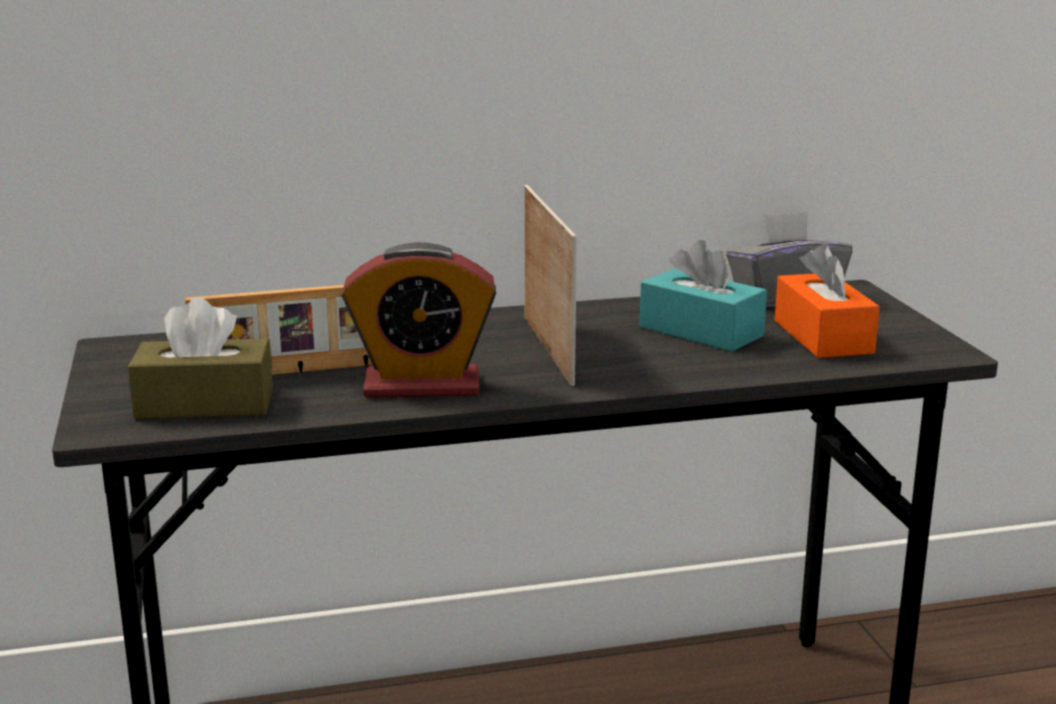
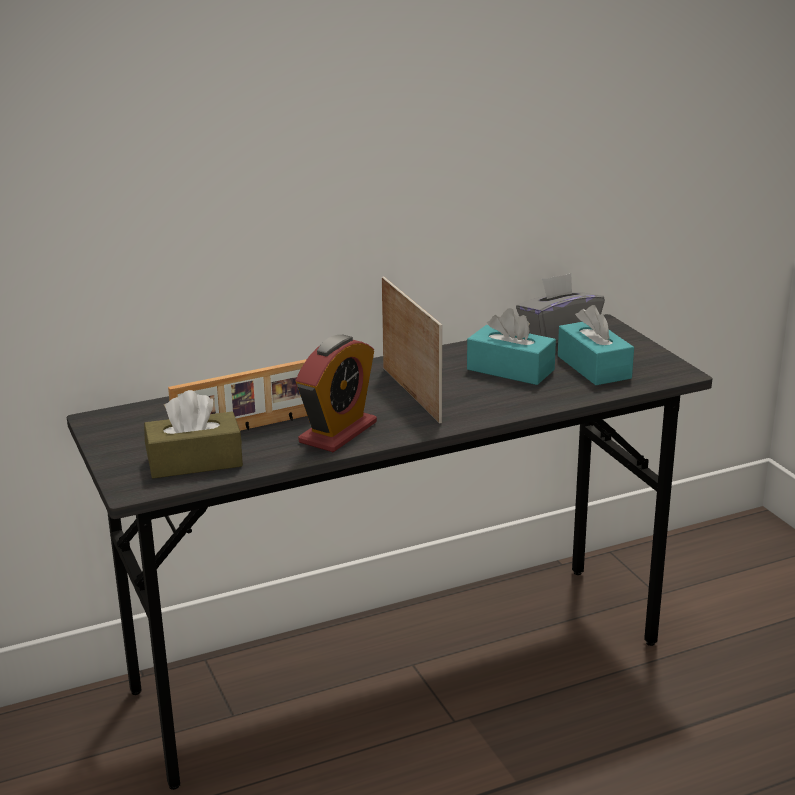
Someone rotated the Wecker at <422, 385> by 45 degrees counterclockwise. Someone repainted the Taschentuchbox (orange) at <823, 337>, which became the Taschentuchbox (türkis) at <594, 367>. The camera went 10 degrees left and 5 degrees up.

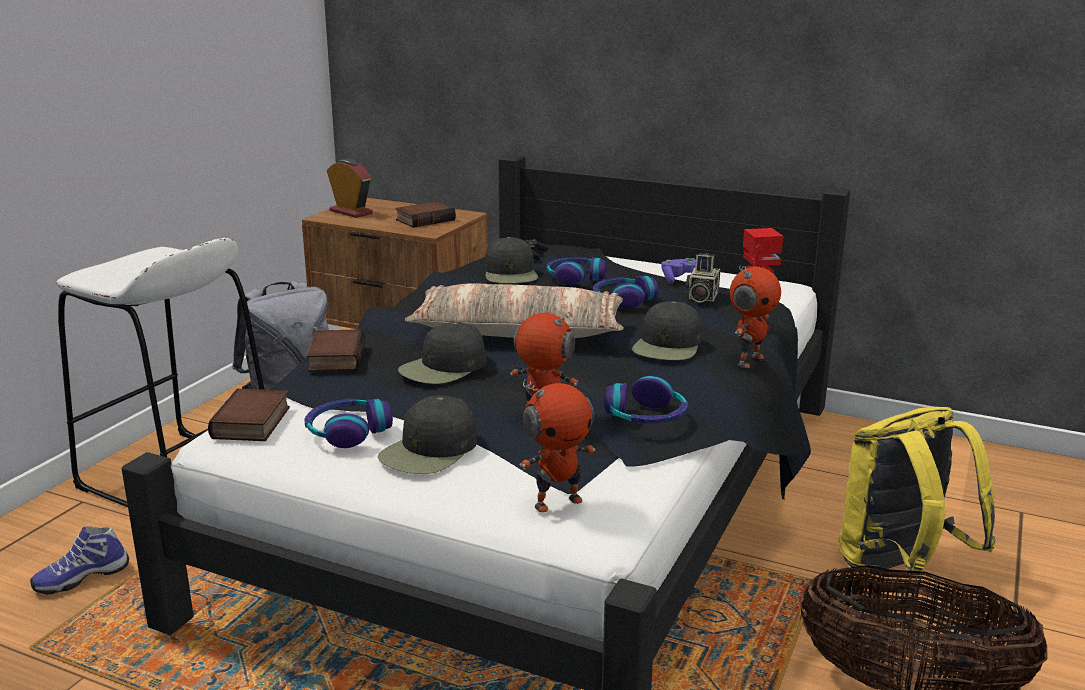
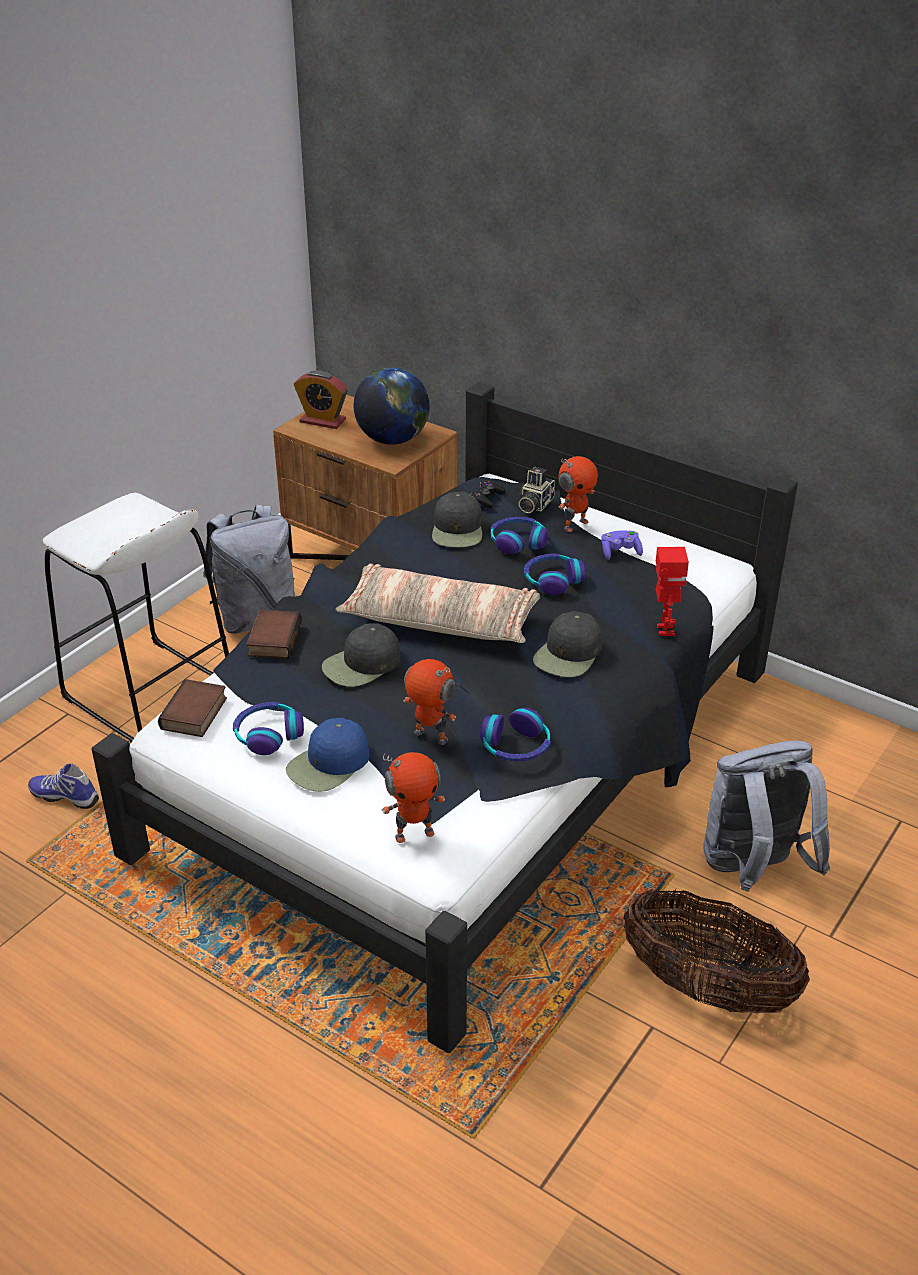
Someone rotated the Wecker at <351, 212> by 150 degrees clockwise. Someone swapped the Buch at <425, 219> for the Globus at <392, 440>. Someone carried the Kamera from <701, 297> to <534, 504>. Someone carried the Spielzeugroboter from <748, 360> to <574, 524>. Someone repainted the Kappe (schwarz) at <430, 451>, which became the Kappe (blau) at <329, 764>. Someone repainted the Rucksack (gelb) at <898, 568>, which became the Rucksack (grau) at <753, 870>. Someone rotated the Schuh at <81, 577> by 45 degrees clockwise. The camera went 10 degrees right and 15 degrees up.

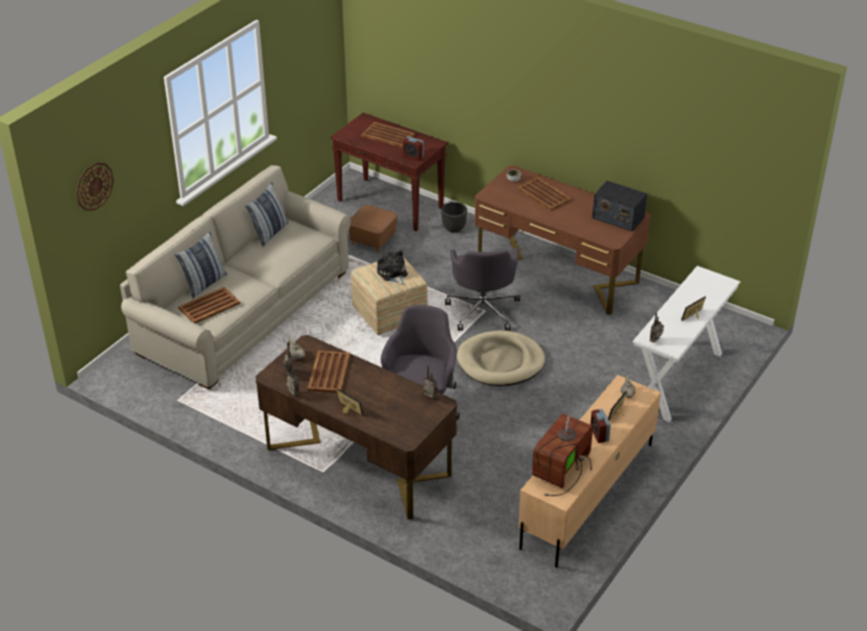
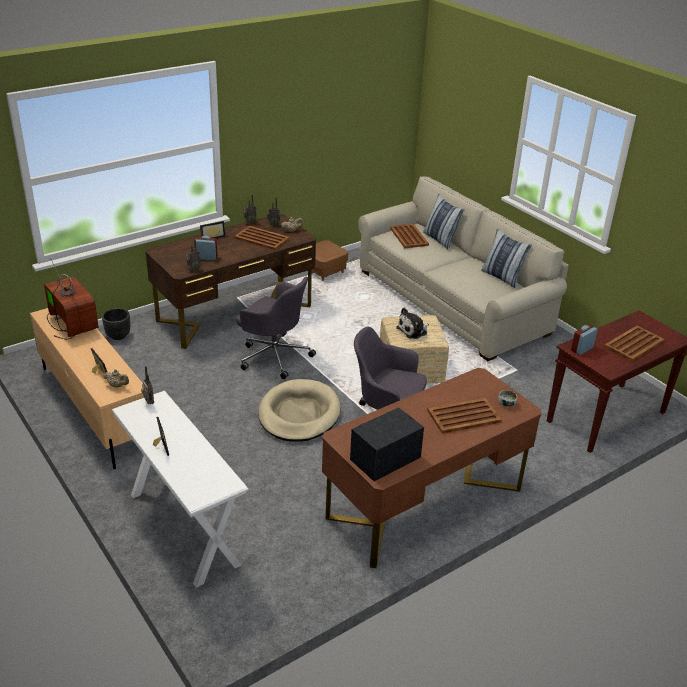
Someone took away the Wanduhr at <94, 186>. Someone carried the Pflanzkübel (schwarz) from <454, 228> to <118, 336>. Someone carried the Polsterhocker (braun) from <373, 240> to <324, 271>. Someone rotated the Plüschtier at <392, 274> by 150 degrees clockwise. Someone carried the Wecker from <599, 434> to <206, 257>. The camera went 110 degrees right and 5 degrees down.

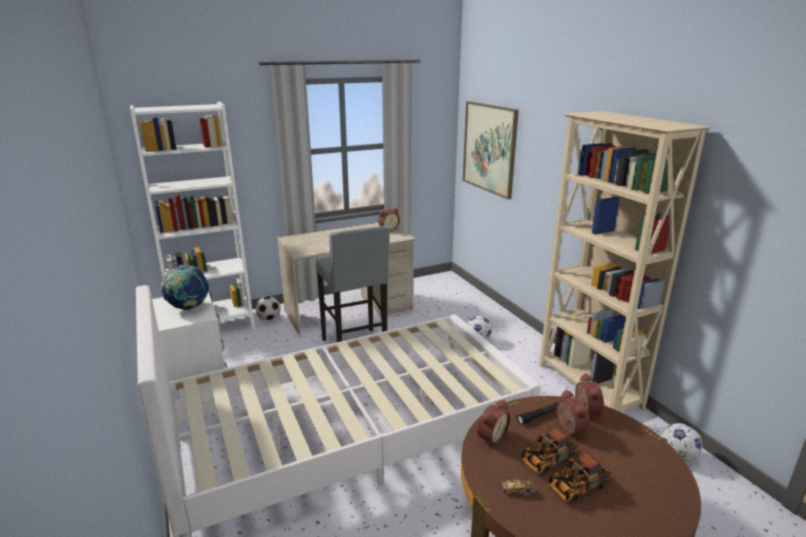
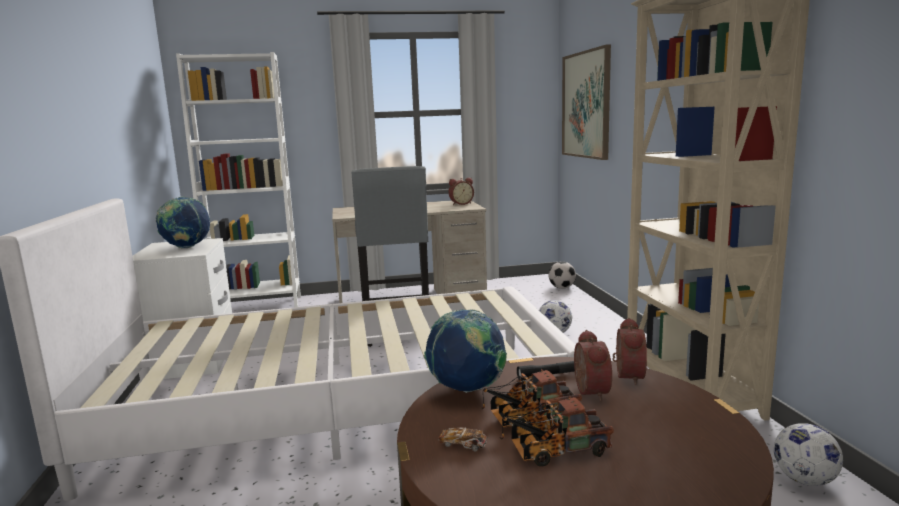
Someone carried the Fußball from <269, 318> to <562, 288>. Someone swapped the Wecker at <490, 437> for the Globus at <467, 389>. The camera went 15 degrees right and 10 degrees down.

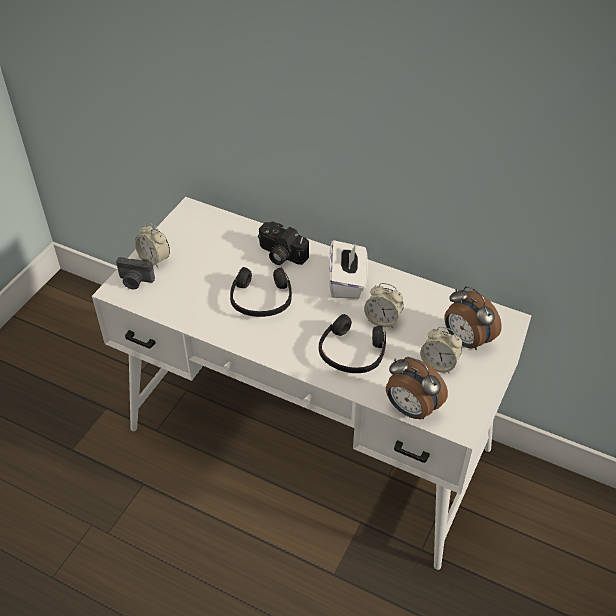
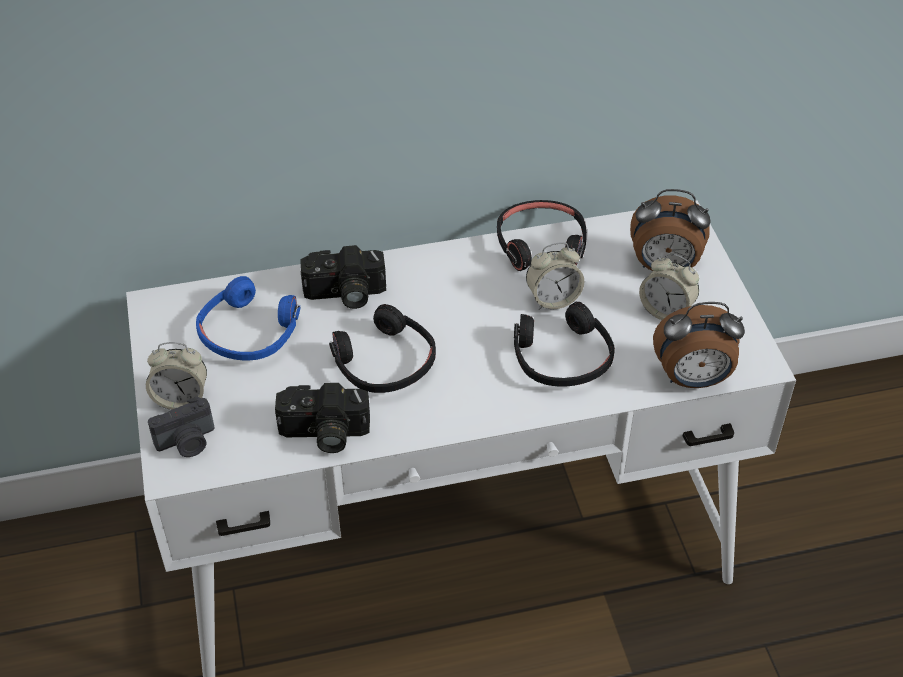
Someone took away the Taschentuchbox (weiß) at <347, 282>. Someone rotated the Wecker at <439, 364> by 45 degrees clockwise. Someone put down the Kopfhörer (schwarz) at <541, 244>. Someone put down the Kopfhörer (blau) at <249, 332>. Someone put down the Kamera at <323, 434>. The camera went 40 degrees left and 0 degrees up.

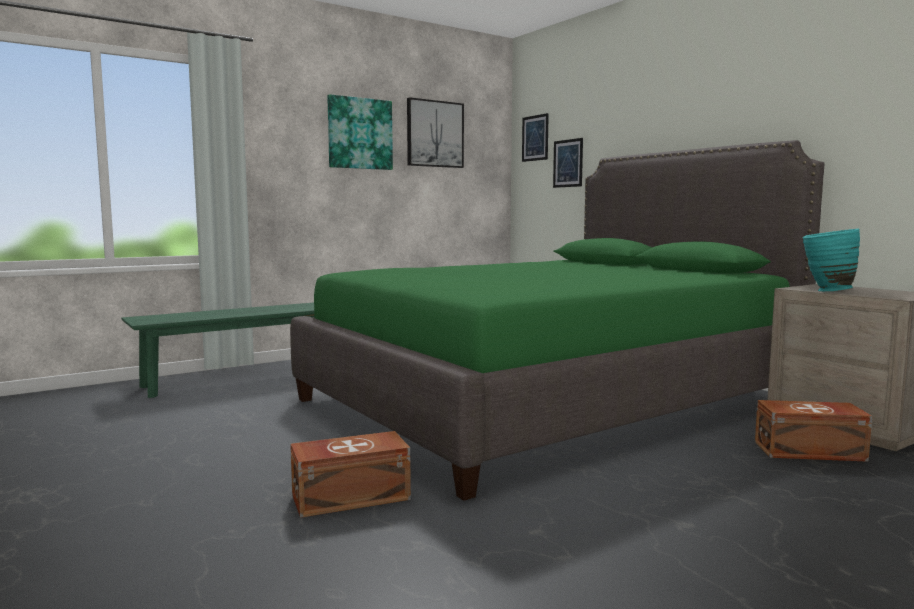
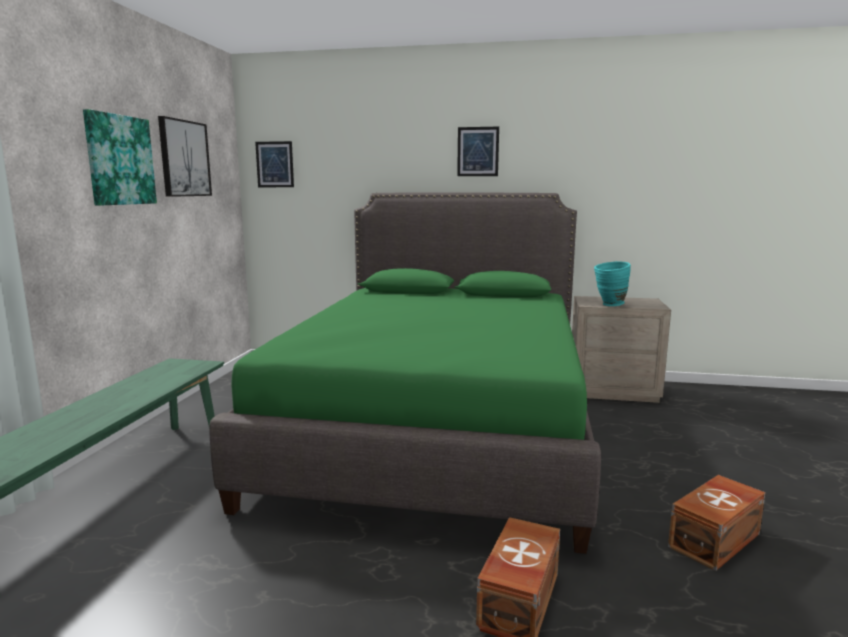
Someone carried the Bild from <568, 163> to <478, 151>. Someone carried the Aufbewahrungsbox (braun) from <811, 451> to <716, 540>. The camera went 45 degrees left and 5 degrees up.

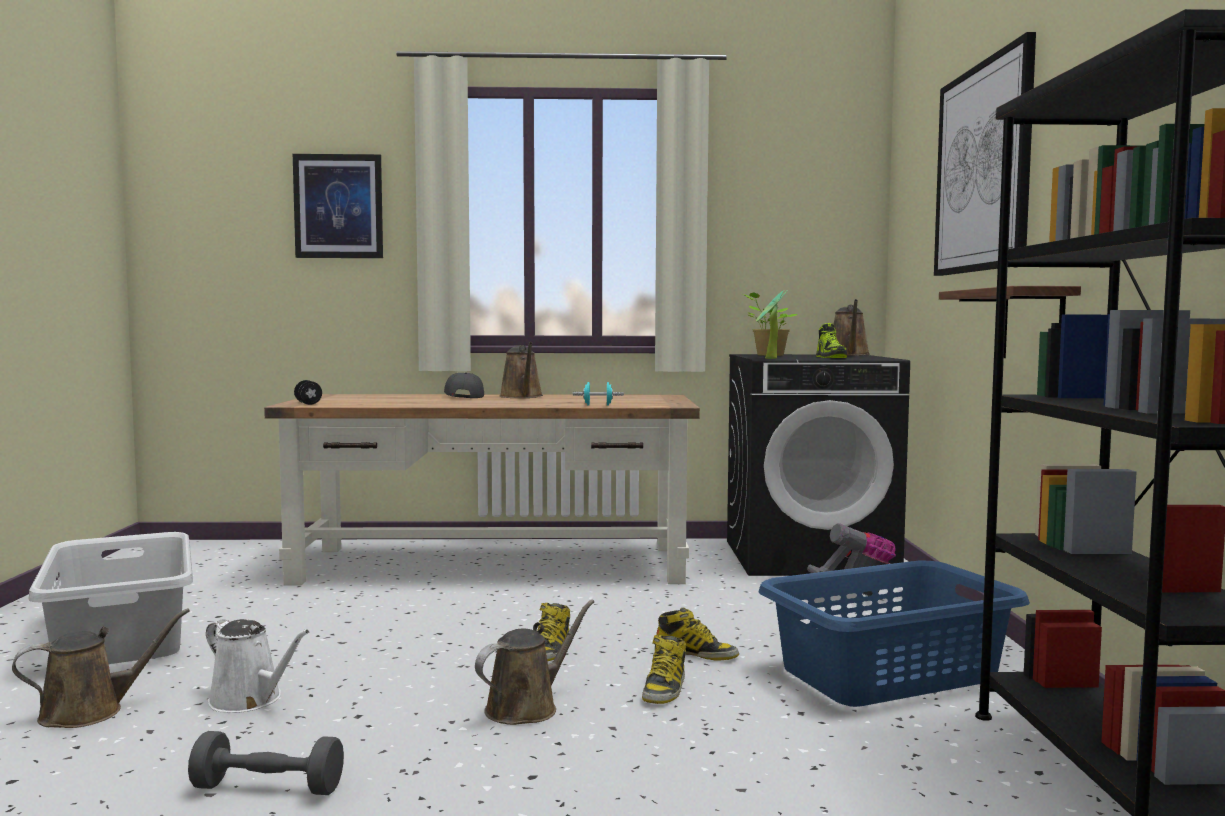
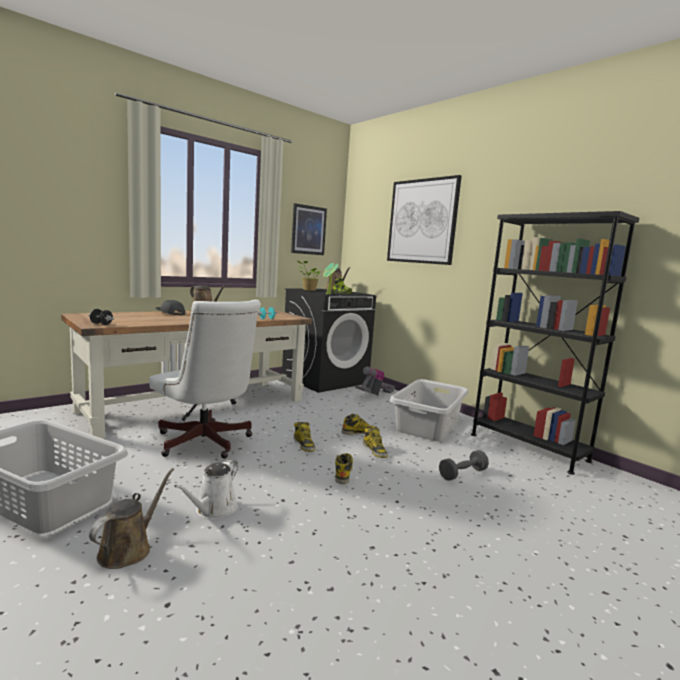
Someone carried the Bild from <338, 206> to <308, 230>. Someone took away the Wandregal at <1032, 325>. Someone repainted the Wäschekorb (blau) at <886, 673>, which became the Wäschekorb (grau) at <427, 425>. Someone swapped the Gießkanne (braun) at <527, 707> for the Stiefel at <343, 473>. Someone rotated the Gießkanne (weiß) at <250, 700> by 120 degrees clockwise. Someone carried the Hantel (grau) from <268, 788> to <462, 474>. Someone put down the Bürostuhl (weiß) at <205, 443>. The camera went 40 degrees left and 5 degrees up.

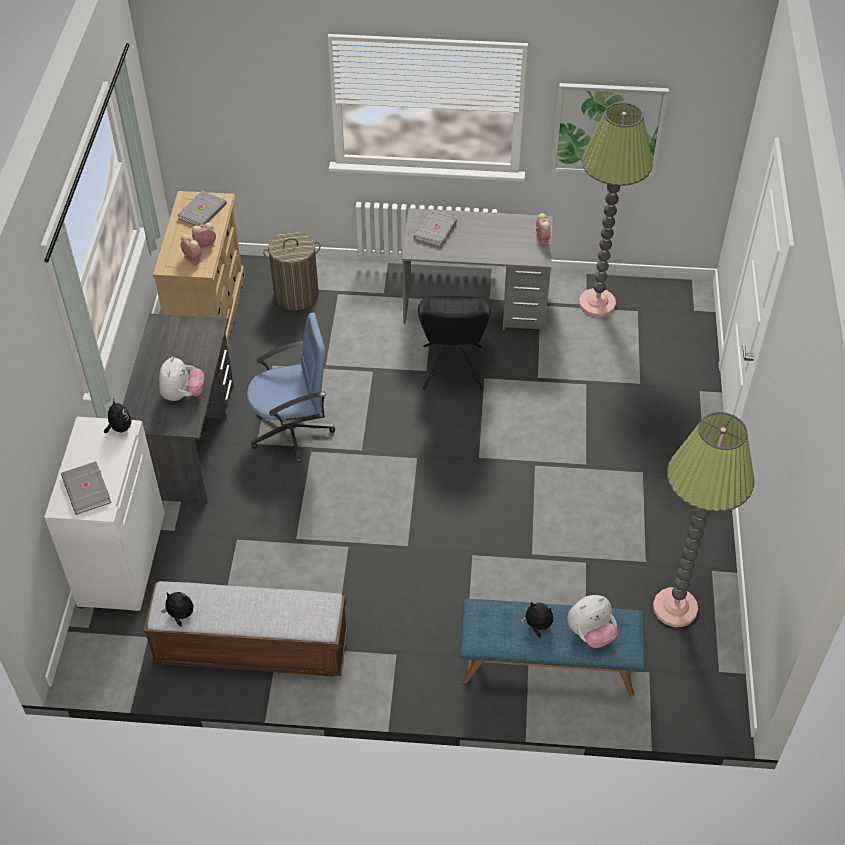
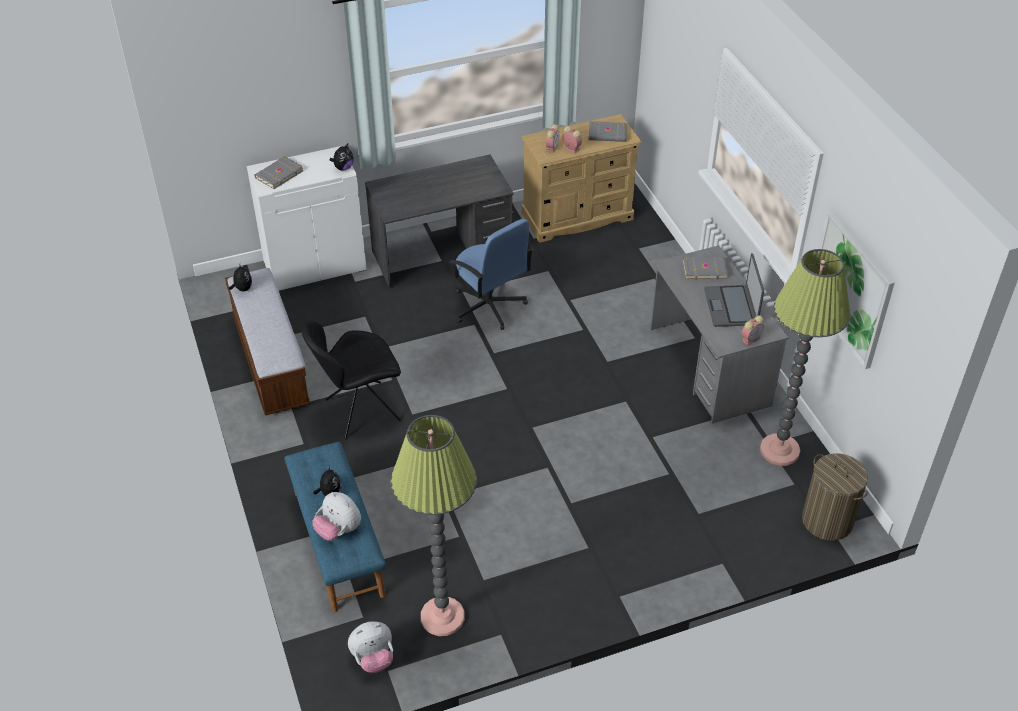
Someone carried the Wäschekorb from <296, 295> to <827, 521>. Someone carried the Stuhl (schwarz) from <452, 370> to <359, 411>. Someone carried the Plüschtier from <182, 394> to <373, 658>. Someone put down the Laptop at <731, 307>. The camera went 65 degrees right and 5 degrees down.

